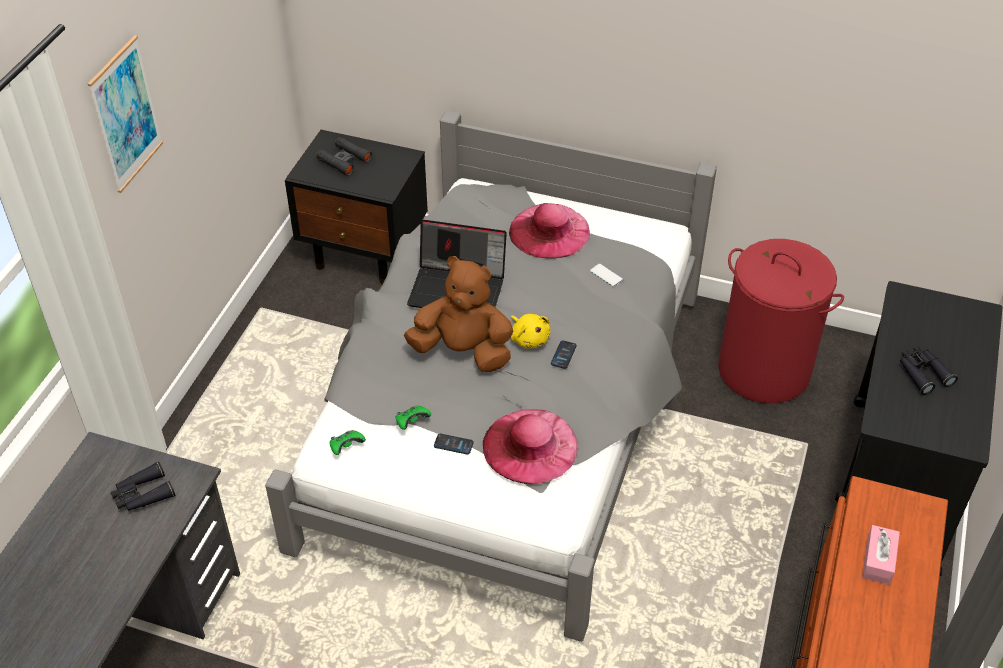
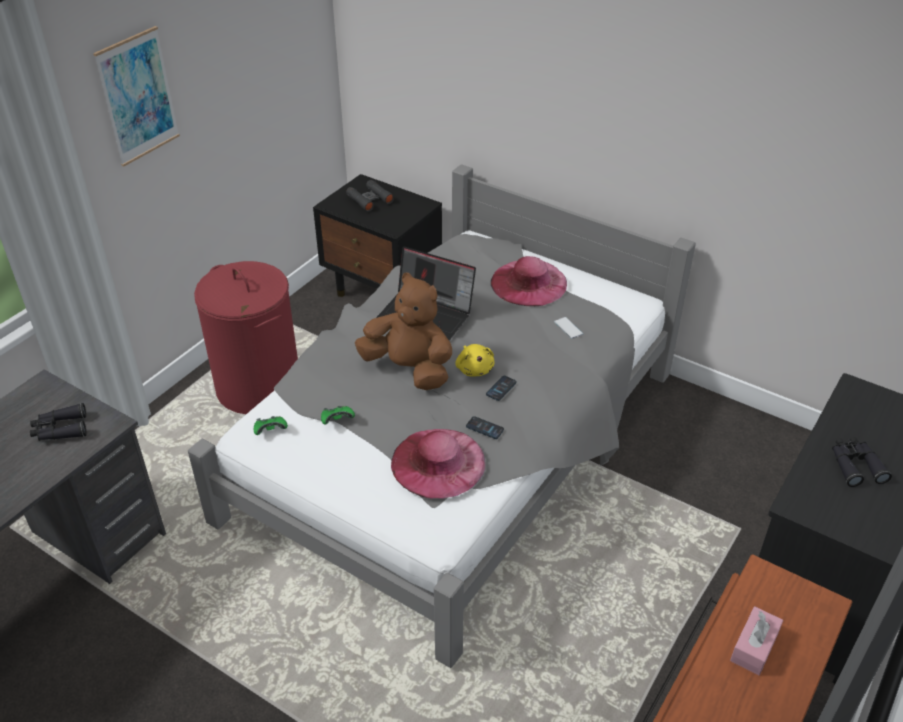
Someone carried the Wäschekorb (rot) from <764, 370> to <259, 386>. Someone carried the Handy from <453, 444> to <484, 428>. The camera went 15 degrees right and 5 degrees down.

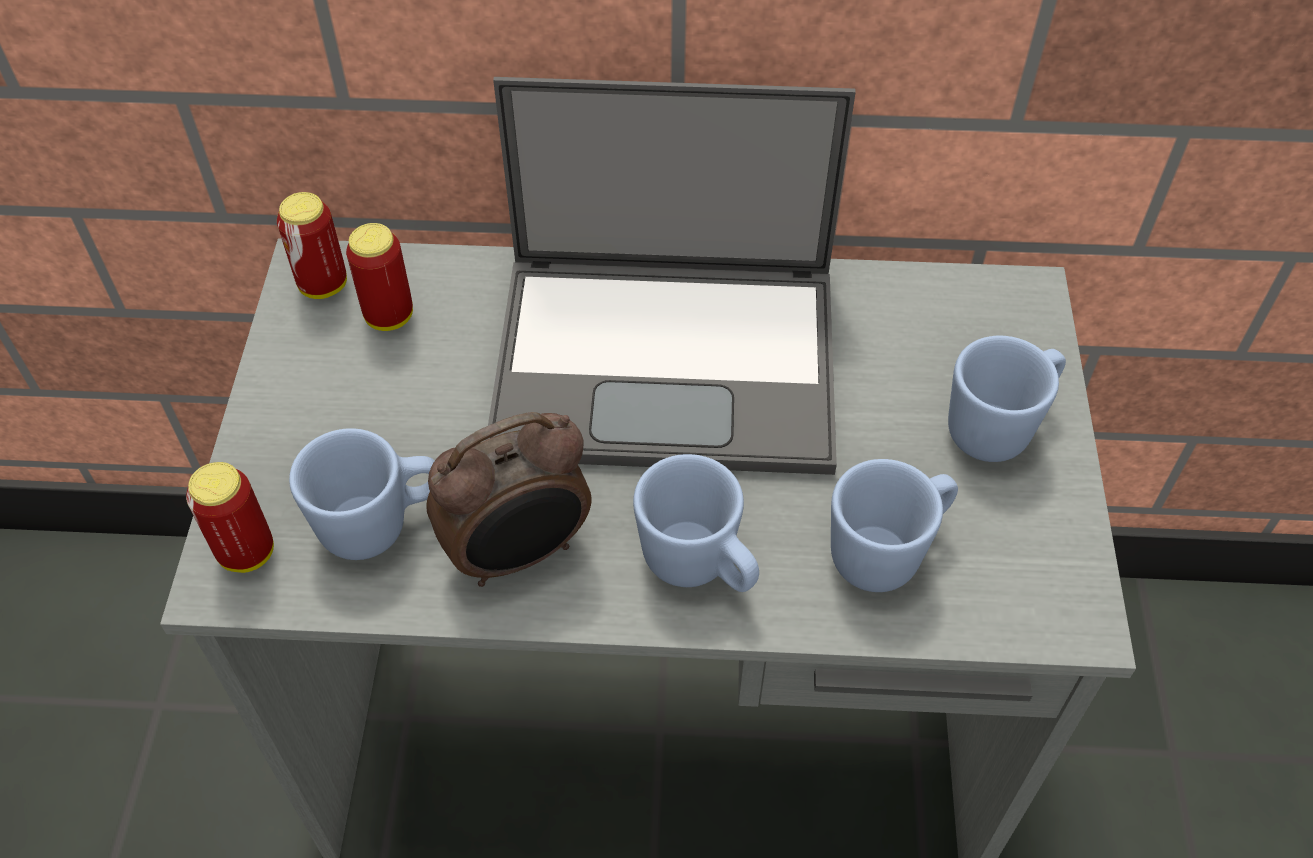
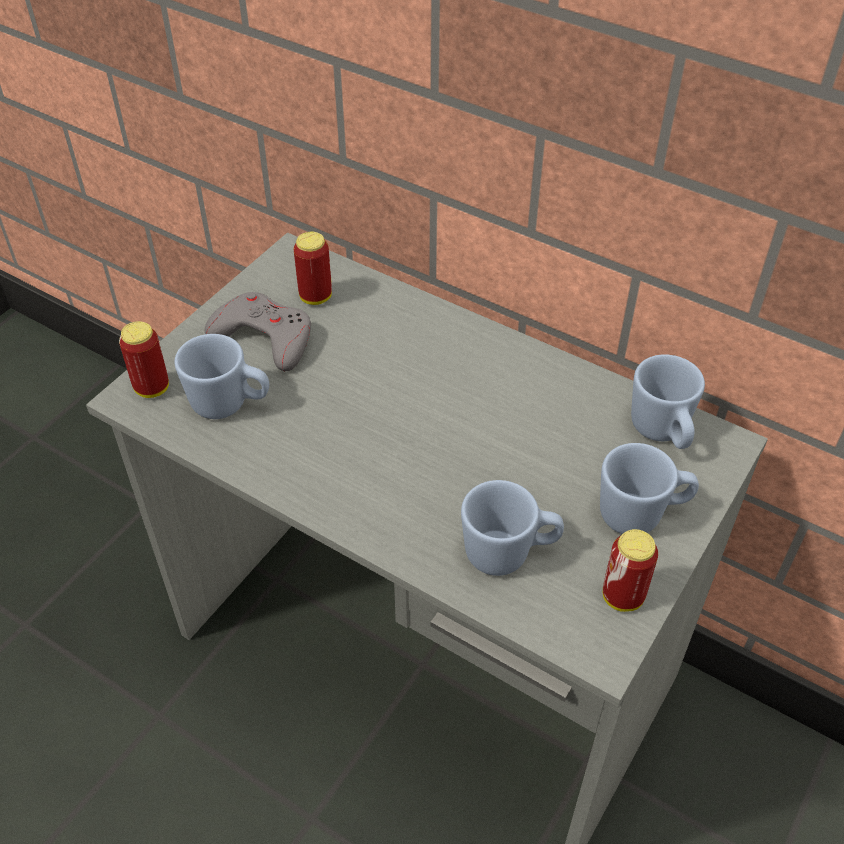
Someone took away the Laptop at <671, 360>. Someone carried the Dose from <323, 285> to <622, 597>. Someone took away the Wecker at <520, 554>. Someone carried the Henkelbecher (blau) from <699, 567> to <662, 433>. Someone put down the Gamepad (grau) at <264, 337>. The camera went 30 degrees right and 5 degrees down.

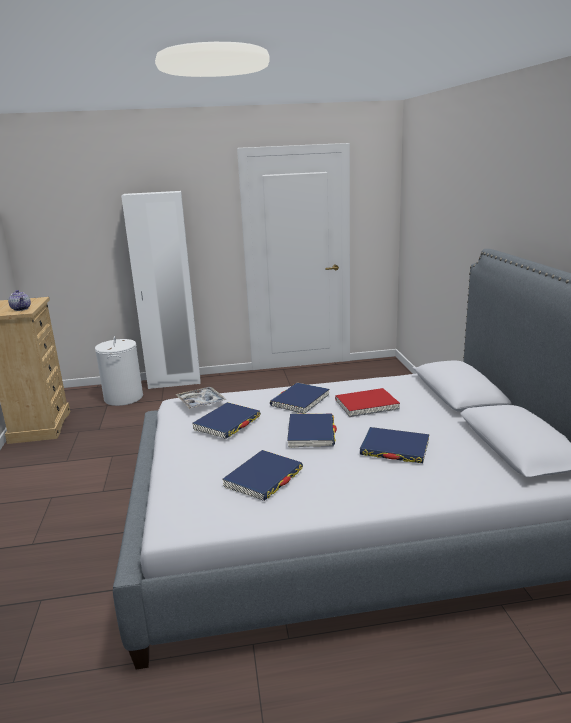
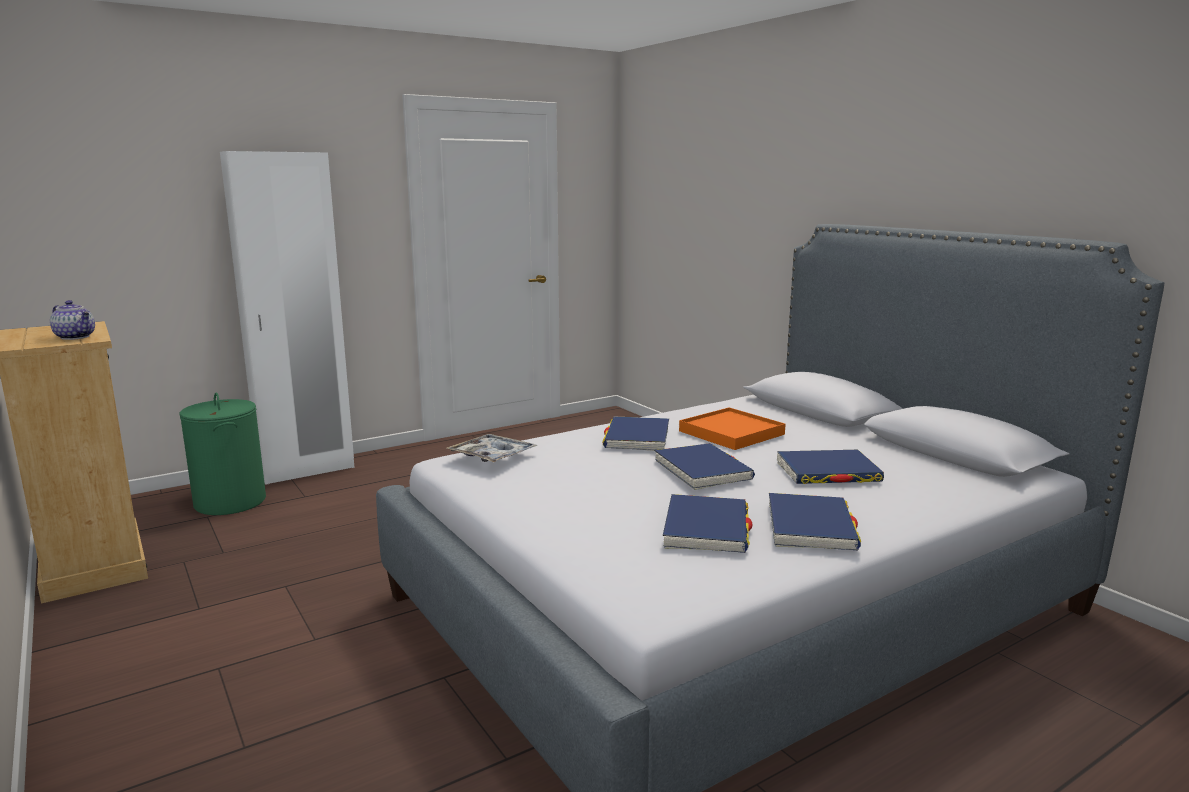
Someone repainted the Wäschekorb (weiß) at <123, 397>, which became the Wäschekorb (grün) at <230, 502>. Someone swapped the Buch (rot) at <366, 405> for the Tablett (orange) at <731, 433>. Someone carried the Buch (blau) from <227, 423> to <810, 527>. The camera went 25 degrees left and 5 degrees down.

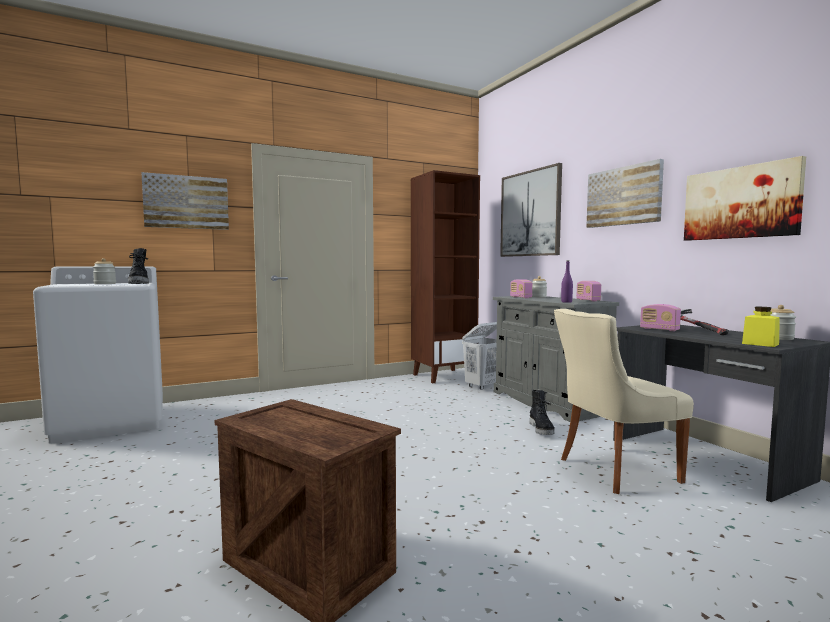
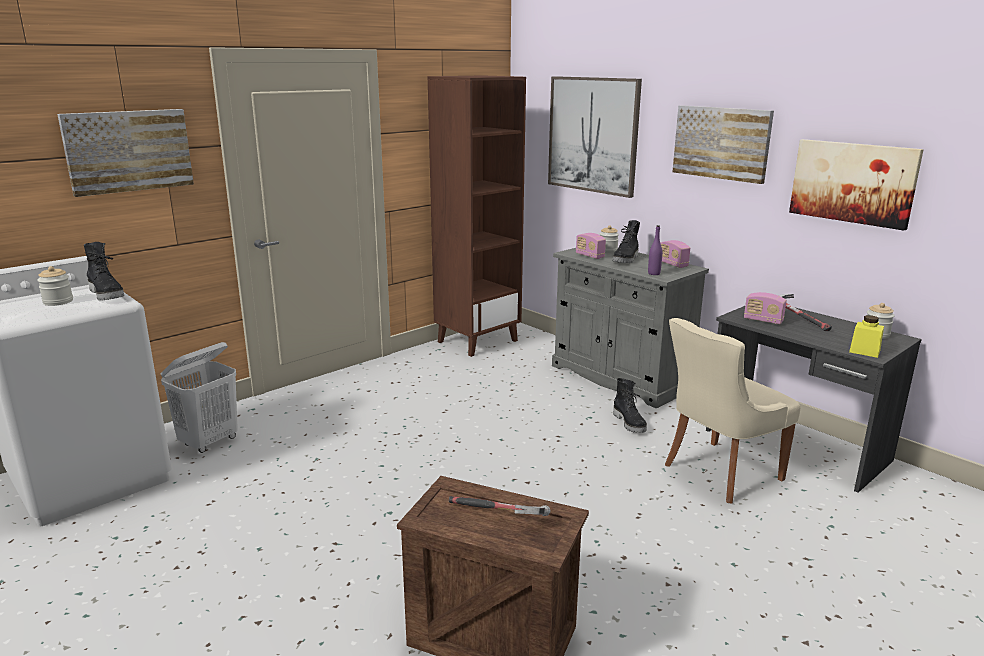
Someone carried the Wäschekorb (weiß) from <483, 386> to <209, 442>. Someone put down the Stiefel (schwarz) at <626, 260>. Someone put down the Hammer at <499, 517>. The camera went 15 degrees left and 15 degrees up.

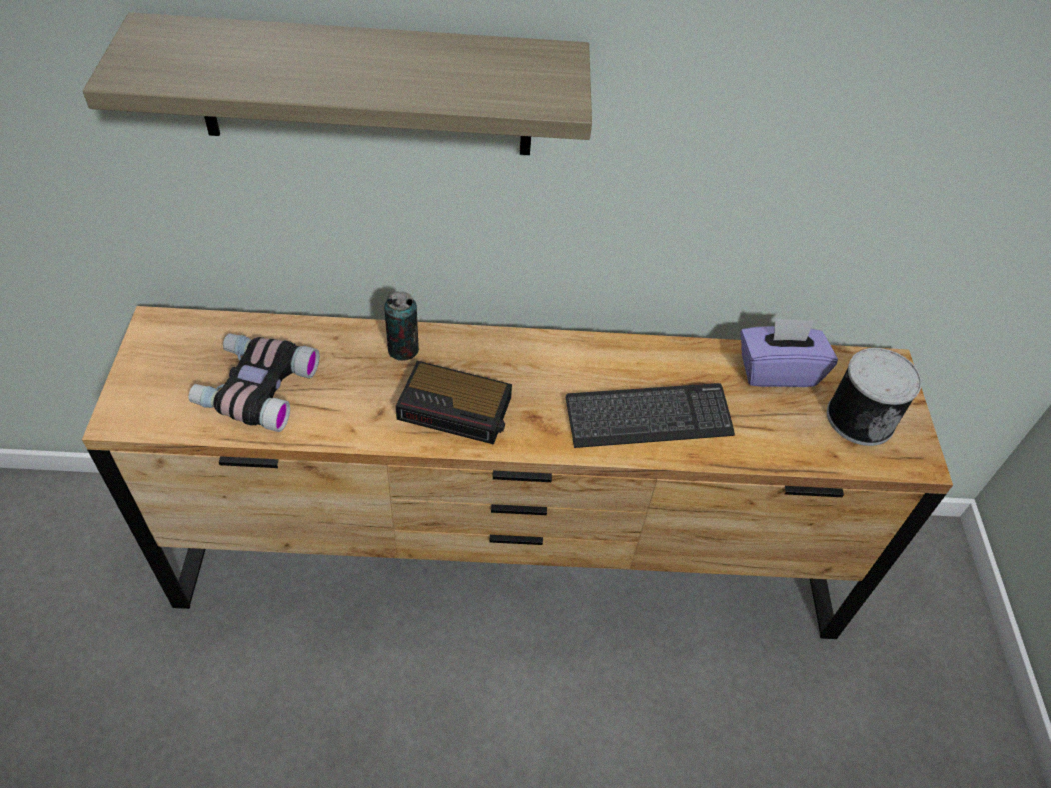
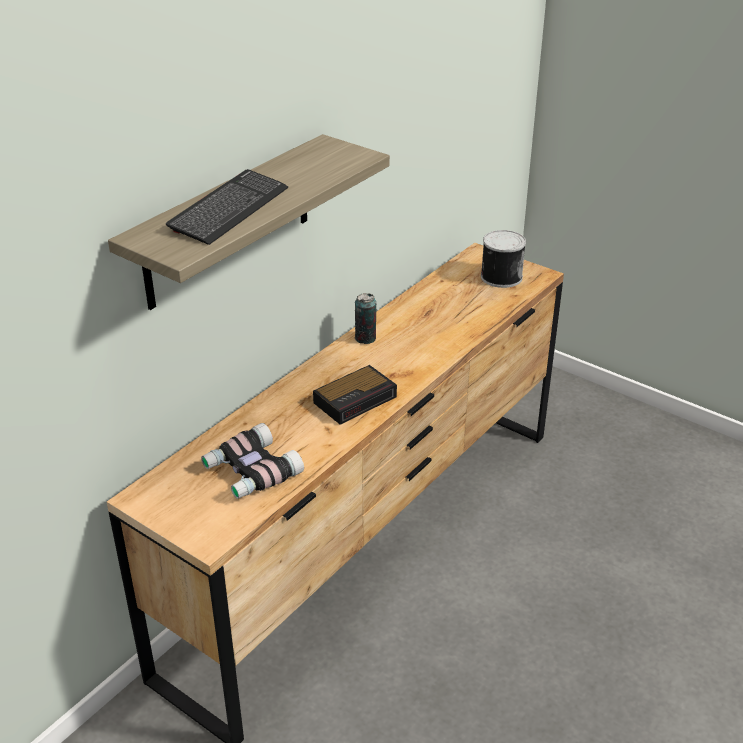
Someone carried the Dose from <403, 349> to <365, 338>. Someone took away the Taschentuchbox (lila) at <777, 370>. Someone carried the Tastatur from <648, 418> to <229, 209>. The camera went 50 degrees left and 15 degrees down.

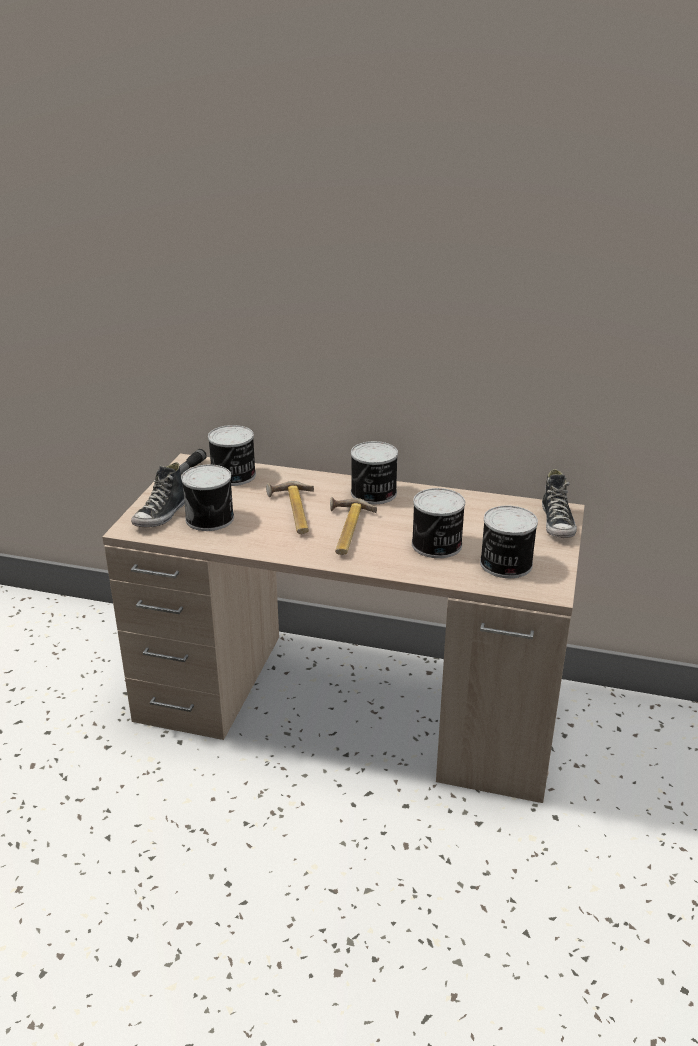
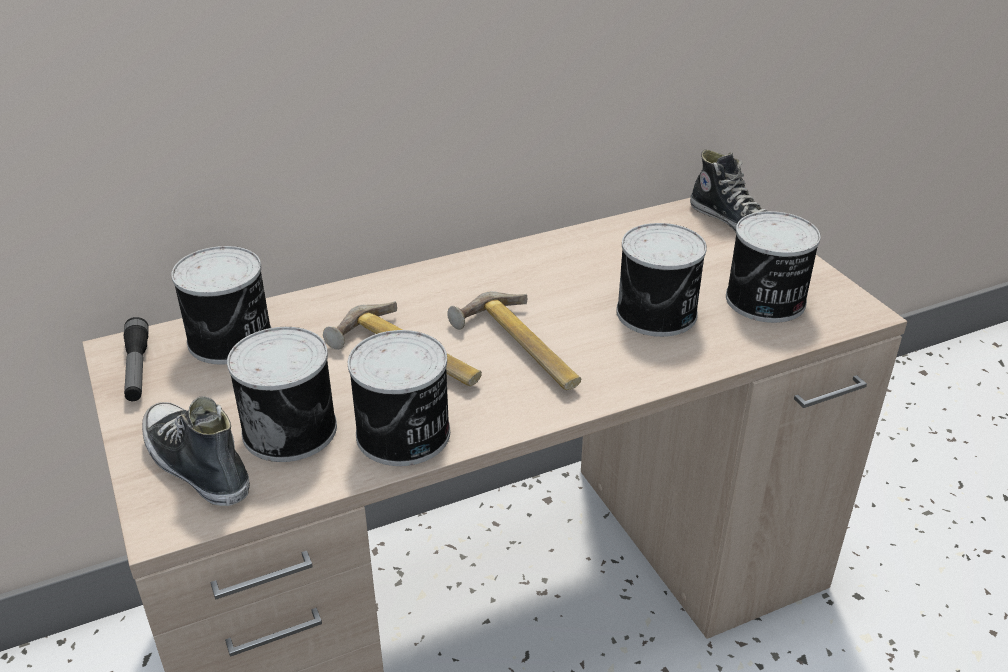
Someone carried the Dose from <373, 493> to <405, 435>. Someone rotated the Schuh at <162, 515> by 150 degrees clockwise. The camera went 40 degrees left and 5 degrees up.

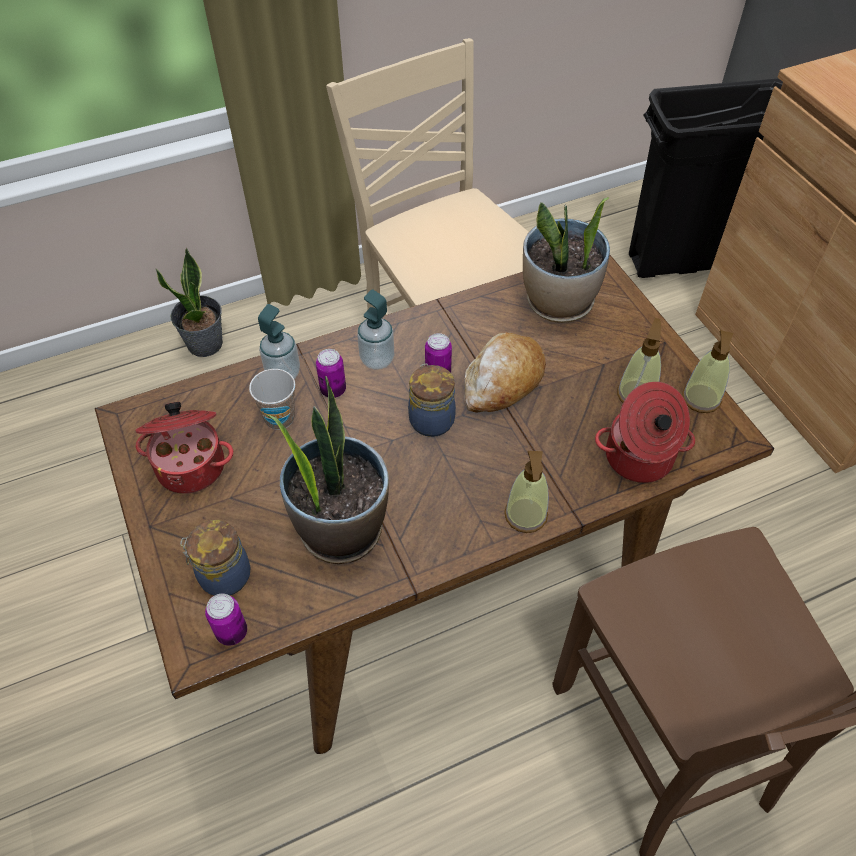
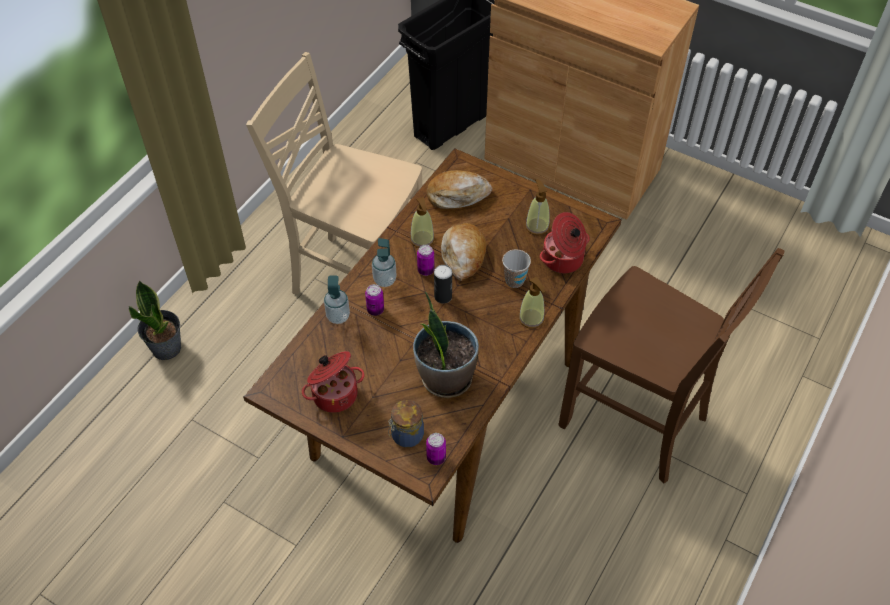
Someone swapped the Topfpflanze at <558, 303> for the Brot at <457, 195>. Someone carried the Seifenspender from <701, 399> to <422, 239>. Someone swapped the Vorratsglas at <431, 419> for the Dose at <443, 296>. Someone carried the Tasse from <279, 418> to <514, 280>. The camera went 35 degrees left and 0 degrees up.

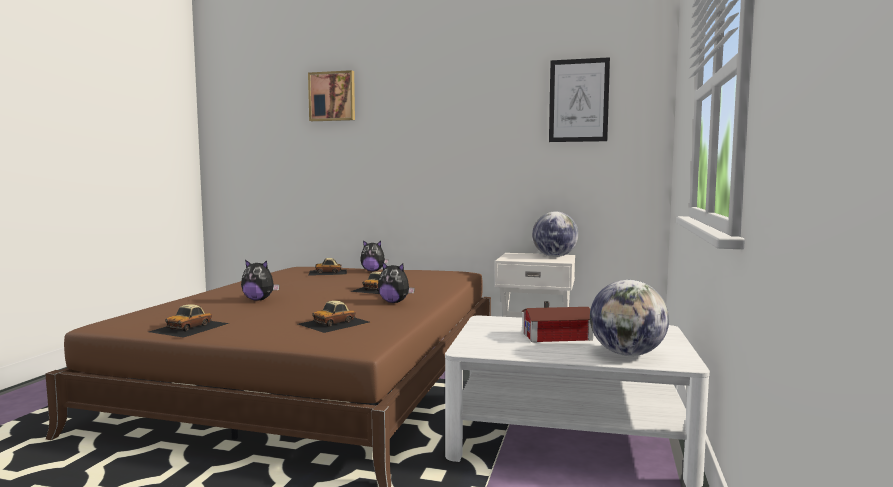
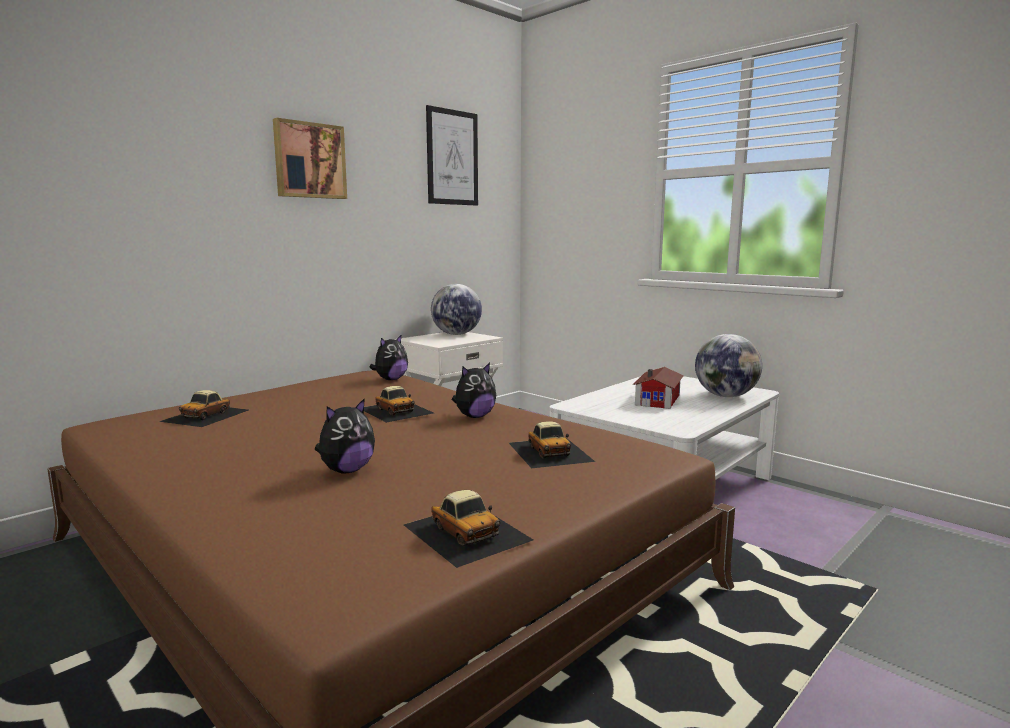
Someone carried the Bild from <332, 96> to <309, 161>. Someone carried the Plüschtier from <373, 271> to <390, 379>. The camera went 60 degrees left and 5 degrees up.

